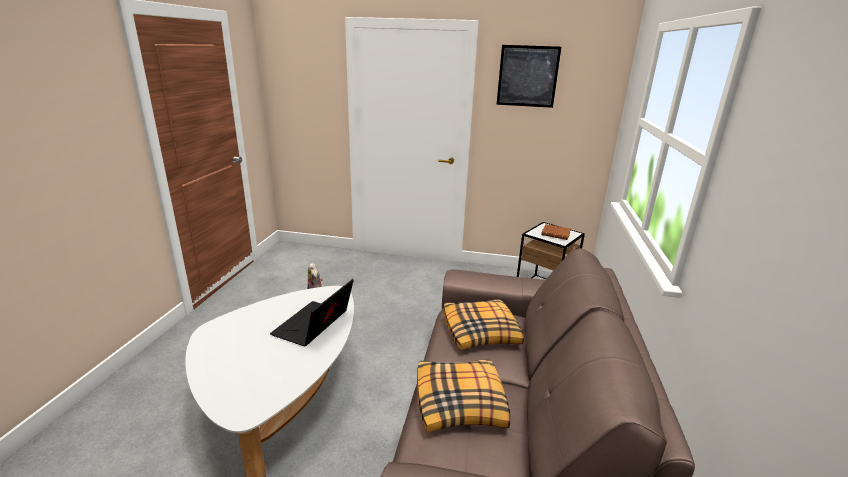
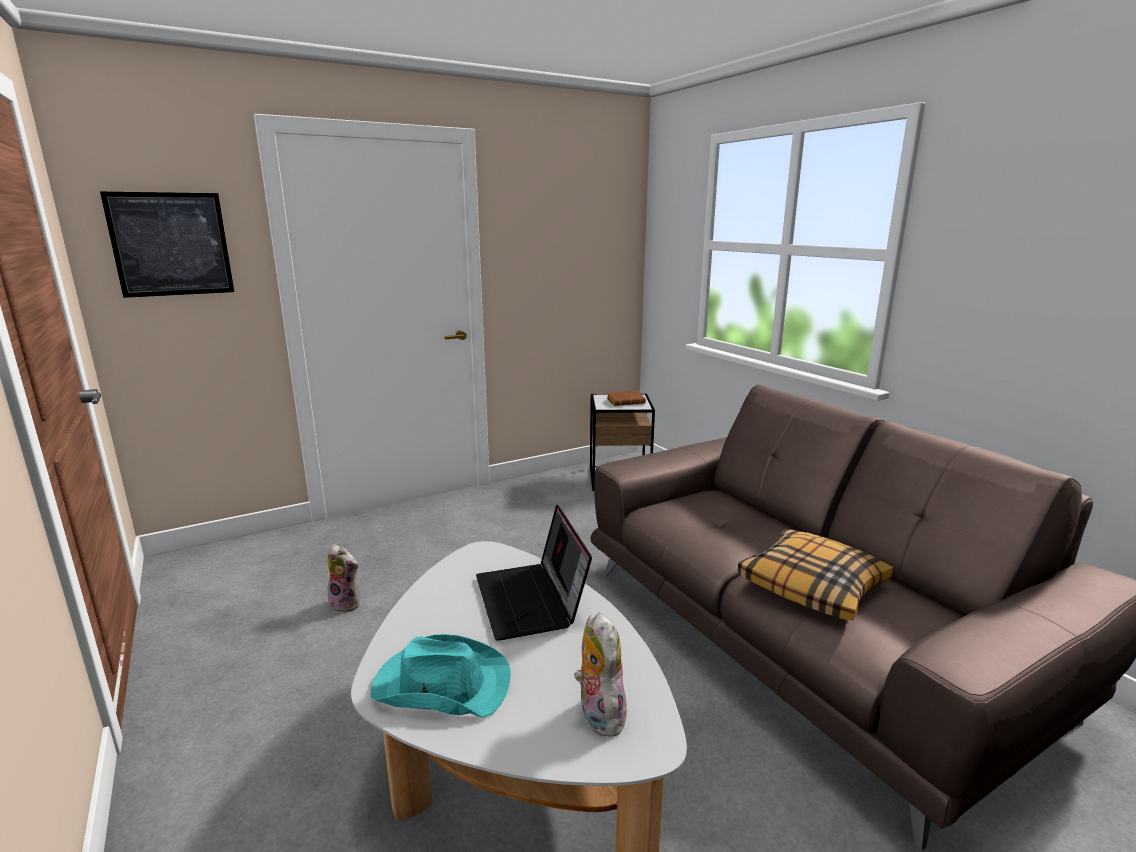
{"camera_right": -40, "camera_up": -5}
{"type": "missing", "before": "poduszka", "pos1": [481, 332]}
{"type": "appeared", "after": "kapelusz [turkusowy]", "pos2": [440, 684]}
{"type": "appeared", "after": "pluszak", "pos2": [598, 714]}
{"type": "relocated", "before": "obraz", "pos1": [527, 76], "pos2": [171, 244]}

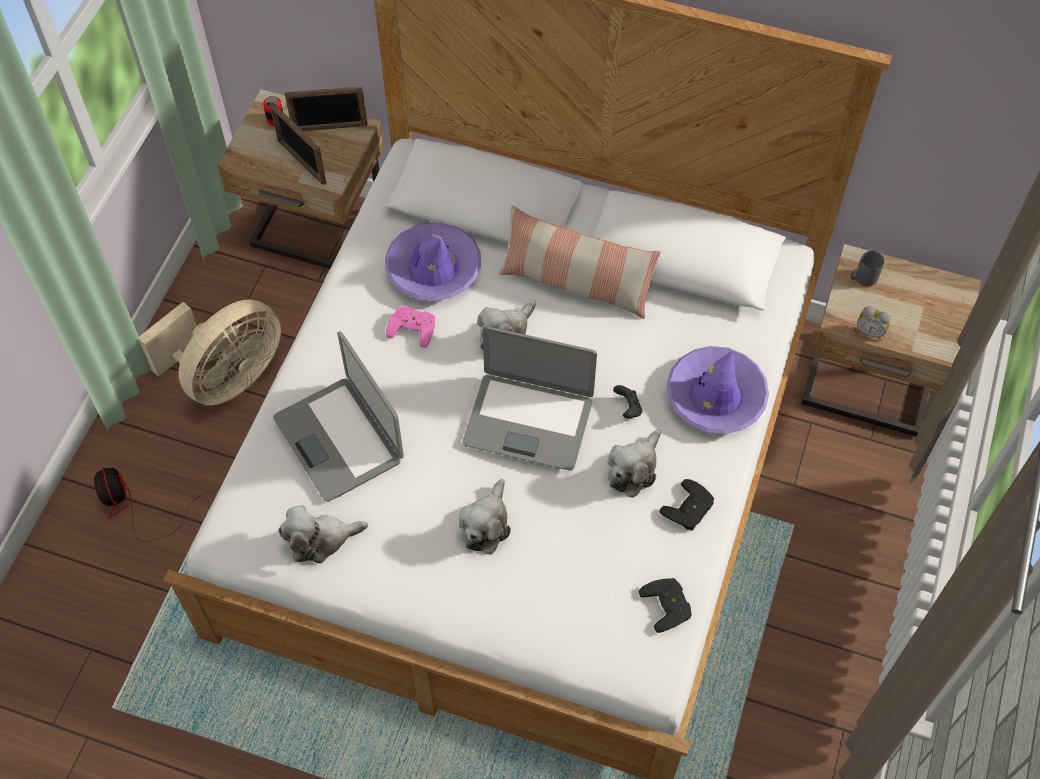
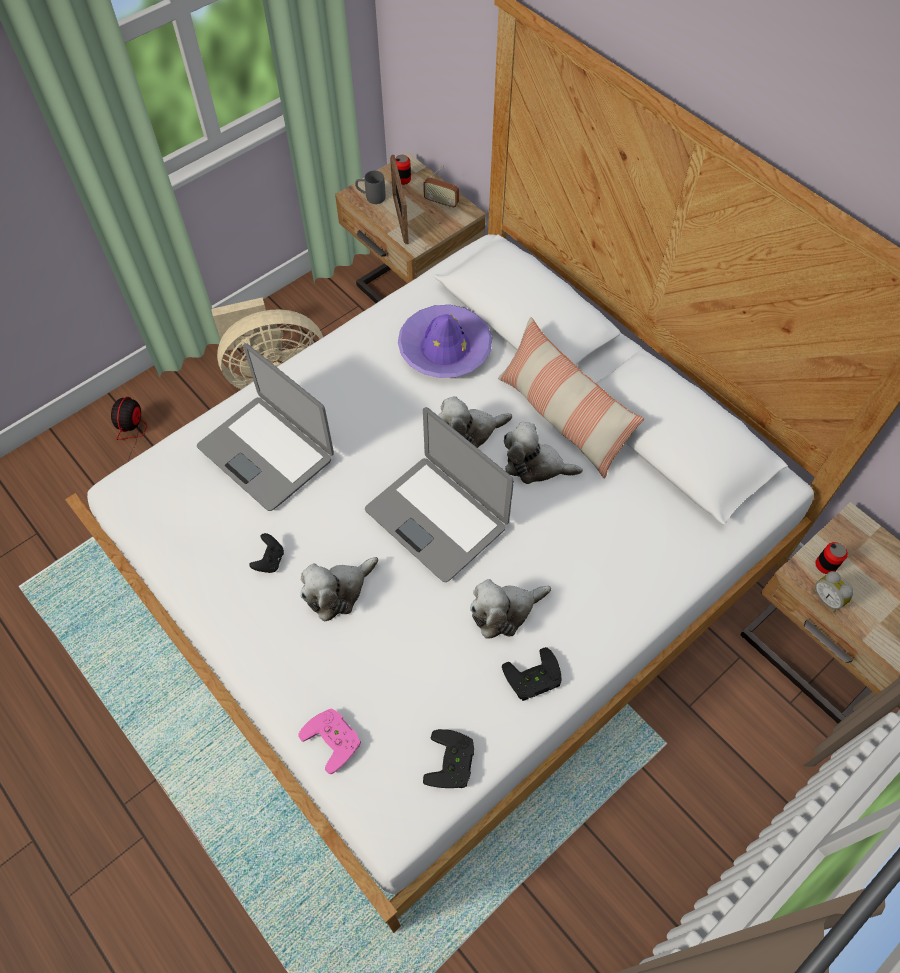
{"camera_right": 30, "camera_up": 0}
{"type": "missing", "before": "kapelusz [fioletowy]", "pos1": [716, 396]}
{"type": "appeared", "after": "puszka", "pos2": [825, 565]}
{"type": "relocated", "before": "pluszak", "pos1": [320, 539], "pos2": [535, 465]}
{"type": "relocated", "before": "pad do gier [różowy]", "pos1": [414, 326], "pos2": [335, 738]}
{"type": "relocated", "before": "pad do gier [czarny]", "pos1": [628, 408], "pos2": [270, 560]}
{"type": "relocated", "before": "kubek [szary]", "pos1": [861, 279], "pos2": [371, 197]}
{"type": "exchanged", "before": "ramka na zdjęcie", "after": "radio", "pos1": [330, 128], "pos2": [441, 202]}
{"type": "spun", "before": "laptop", "pos1": [340, 439], "pos2": [267, 452], "turn": -45}

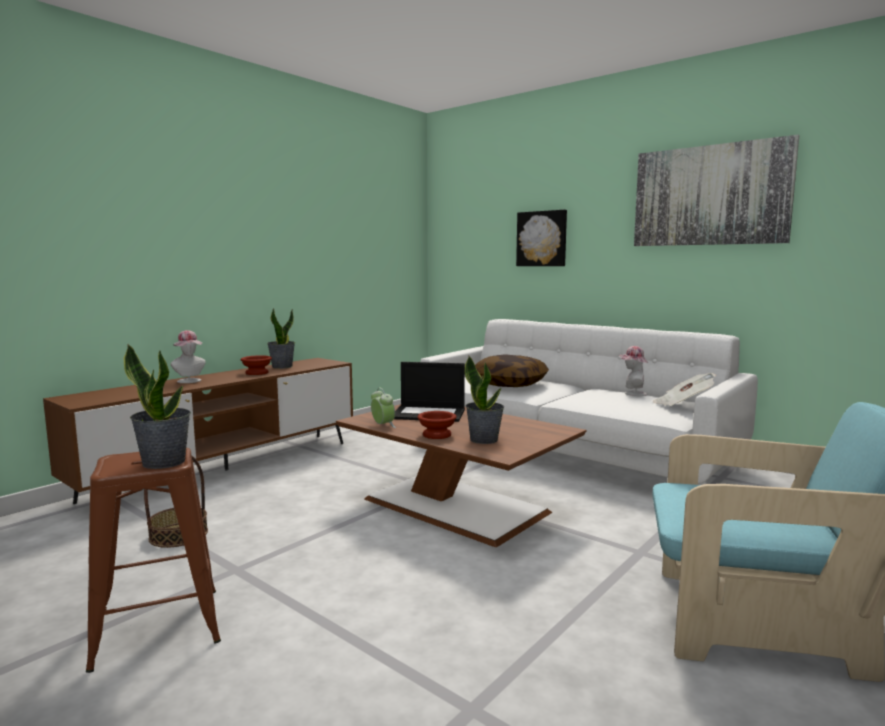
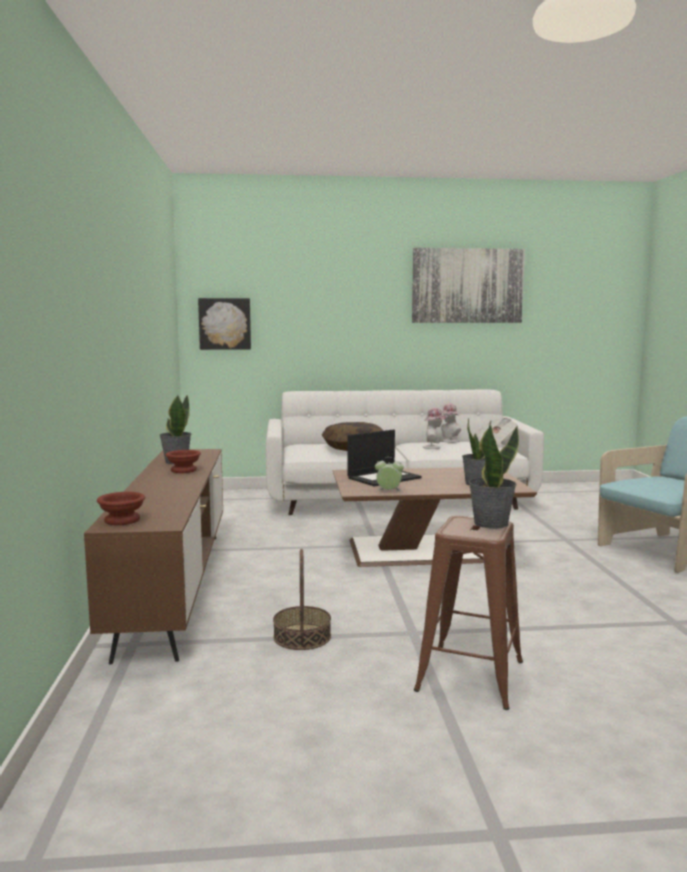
{"camera_right": -45, "camera_up": 0}
{"type": "relocated", "before": "kapelusz", "pos1": [190, 381], "pos2": [434, 447]}
{"type": "relocated", "before": "miska [brązowy]", "pos1": [437, 435], "pos2": [123, 520]}
{"type": "relocated", "before": "obraz", "pos1": [542, 239], "pos2": [225, 324]}

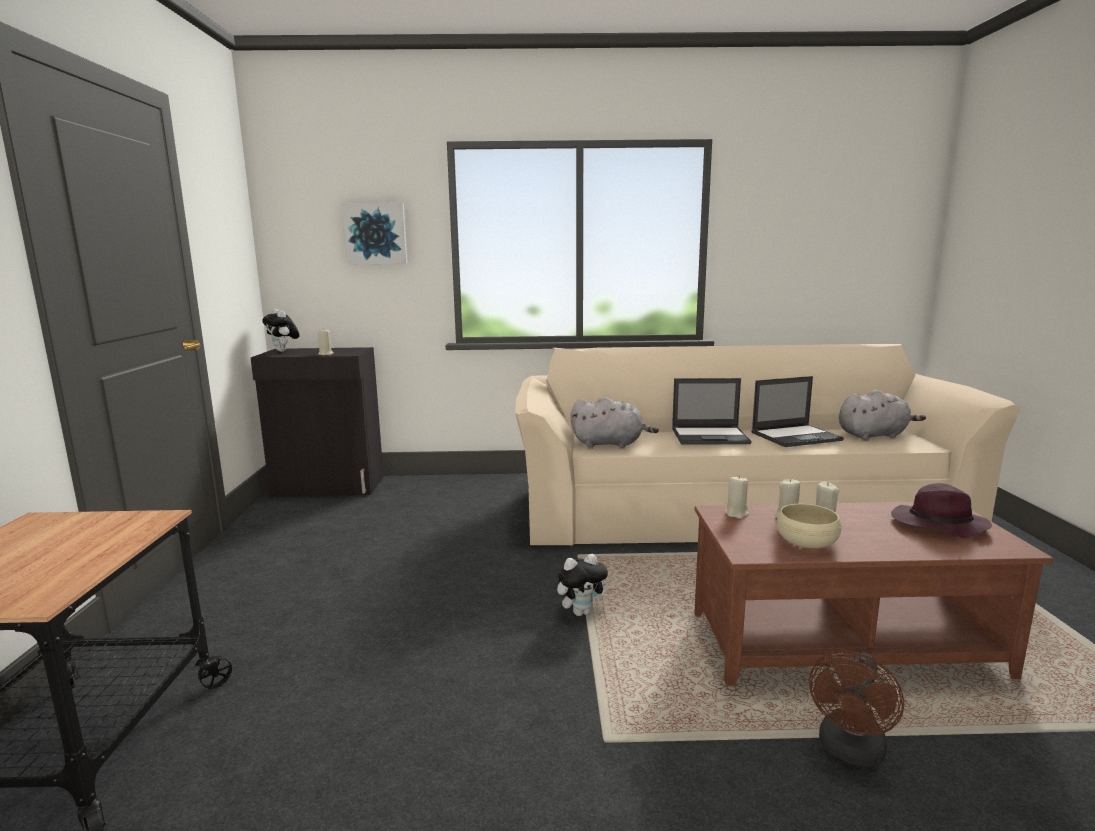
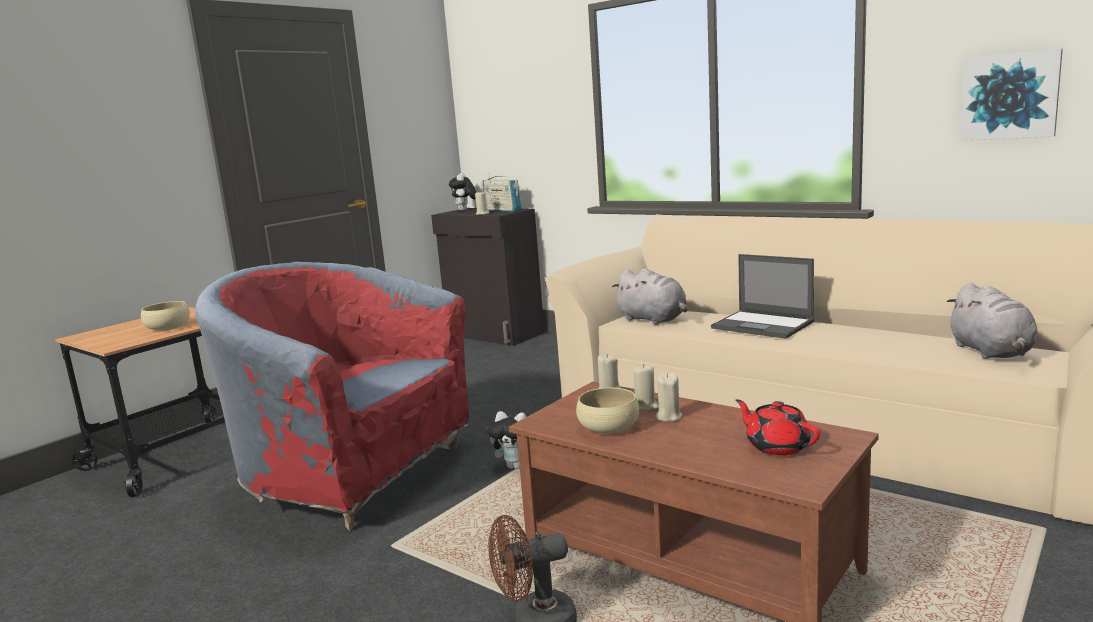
{"camera_right": 40, "camera_up": 0}
{"type": "missing", "before": "laptop", "pos1": [796, 436]}
{"type": "appeared", "after": "miska [beżowy]", "pos2": [167, 327]}
{"type": "appeared", "after": "fotel [czerwony]", "pos2": [353, 475]}
{"type": "appeared", "after": "radio", "pos2": [502, 210]}
{"type": "relocated", "before": "obraz", "pos1": [376, 234], "pos2": [1010, 96]}
{"type": "exchanged", "before": "kapelusz [fioletowy]", "after": "imbryk [czerwony]", "pos1": [937, 525], "pos2": [776, 446]}
{"type": "spun", "before": "pluszak [szary]", "pos1": [874, 435], "pos2": [992, 352], "turn": 60}

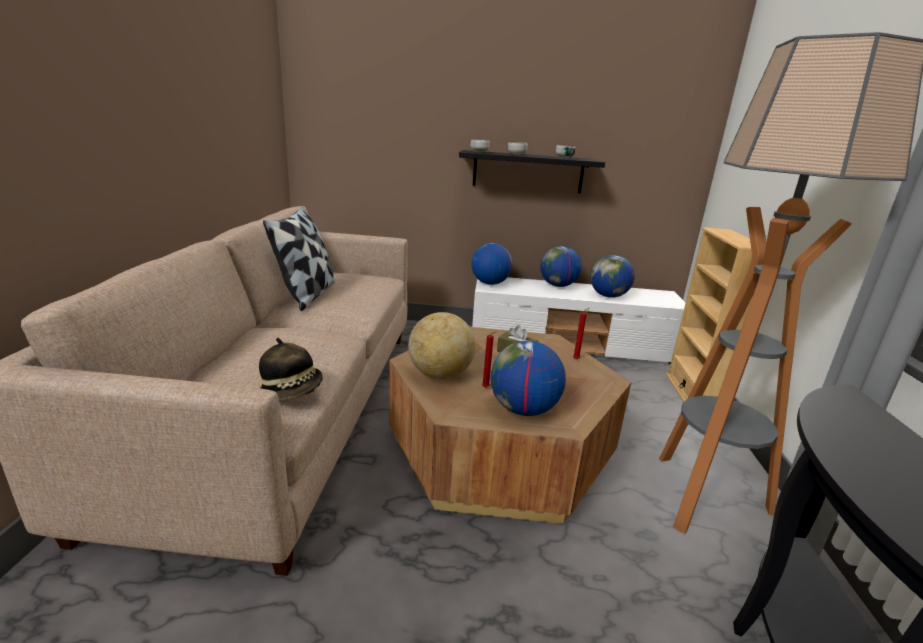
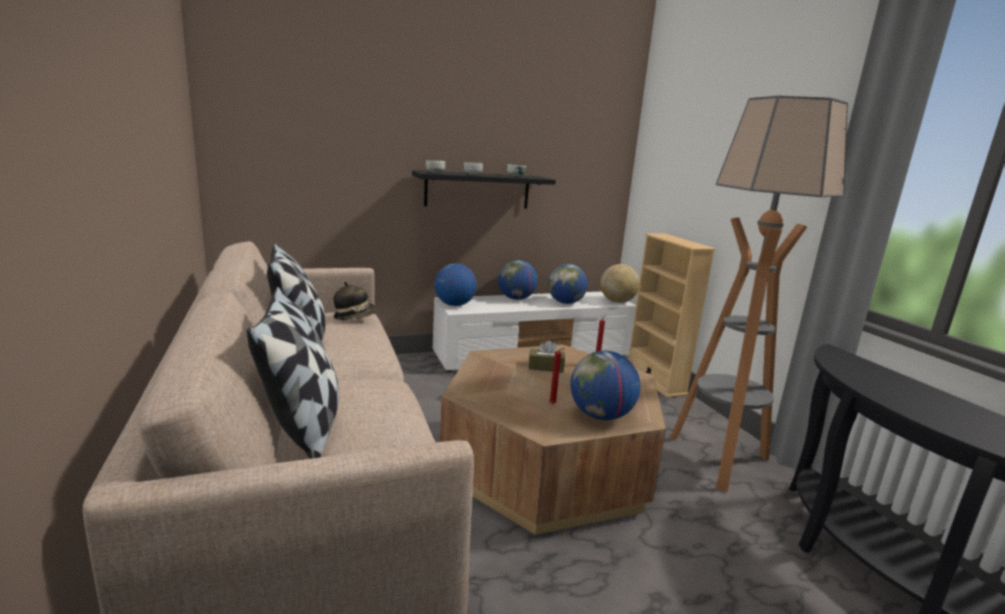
{"camera_right": -25, "camera_up": -5}
{"type": "appeared", "after": "poduszka", "pos2": [303, 428]}
{"type": "relocated", "before": "kapelusz", "pos1": [292, 390], "pos2": [355, 317]}
{"type": "relocated", "before": "globus", "pos1": [440, 375], "pos2": [617, 302]}

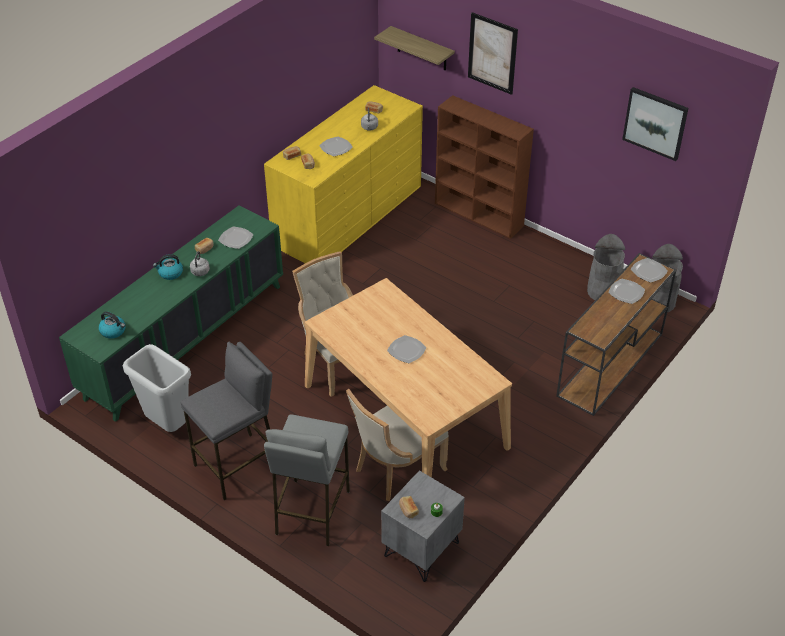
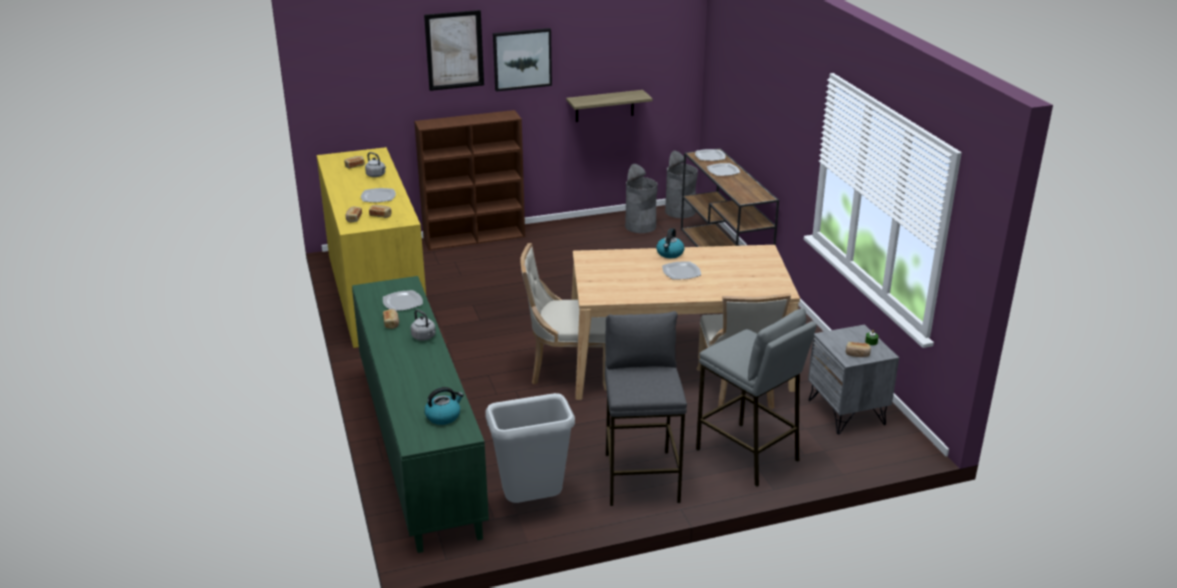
{"camera_right": -55, "camera_up": -15}
{"type": "relocated", "before": "czajnik", "pos1": [170, 273], "pos2": [670, 253]}
{"type": "relocated", "before": "półka", "pos1": [422, 49], "pos2": [604, 106]}
{"type": "relocated", "before": "obraz", "pos1": [655, 123], "pos2": [522, 59]}

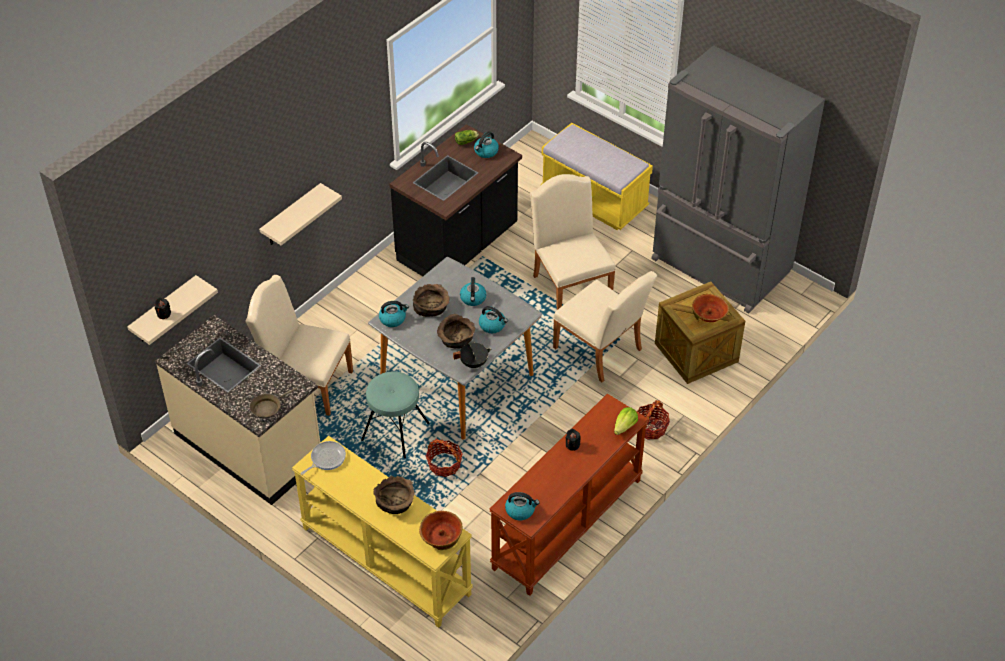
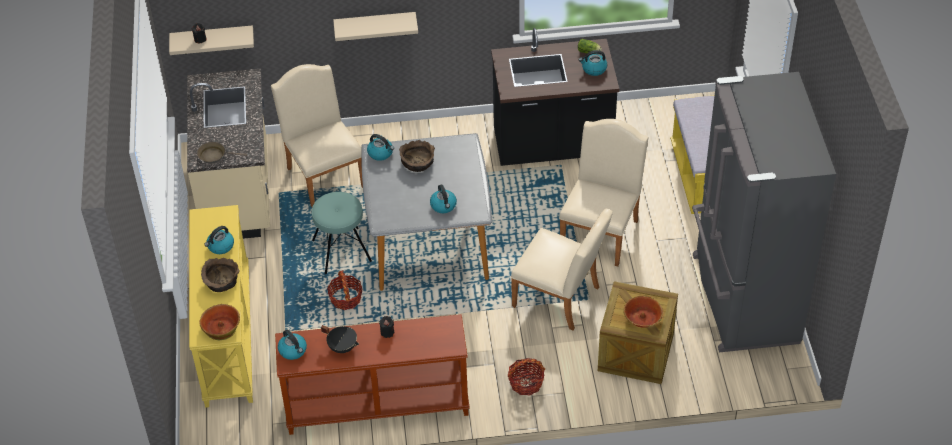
{"camera_right": 45, "camera_up": 0}
{"type": "missing", "before": "patelnia", "pos1": [326, 459]}
{"type": "missing", "before": "miska [brązowy]", "pos1": [456, 339]}
{"type": "missing", "before": "sałata", "pos1": [625, 427]}
{"type": "relocated", "before": "garnek [czarny]", "pos1": [473, 363], "pos2": [343, 347]}
{"type": "relocated", "before": "czajnik", "pos1": [473, 299], "pos2": [220, 246]}
{"type": "spun", "before": "krzesło [beżowy]", "pos1": [601, 352], "pos2": [561, 299], "turn": -60}

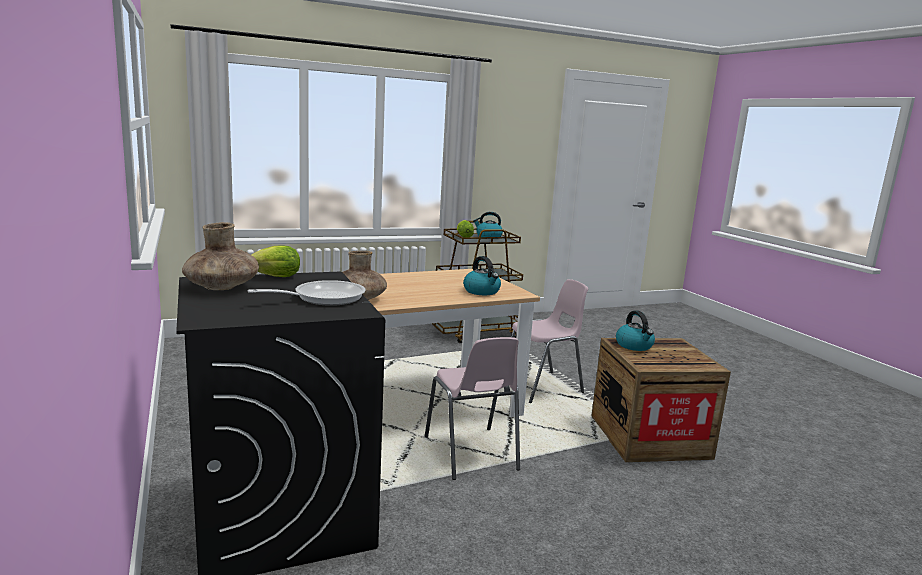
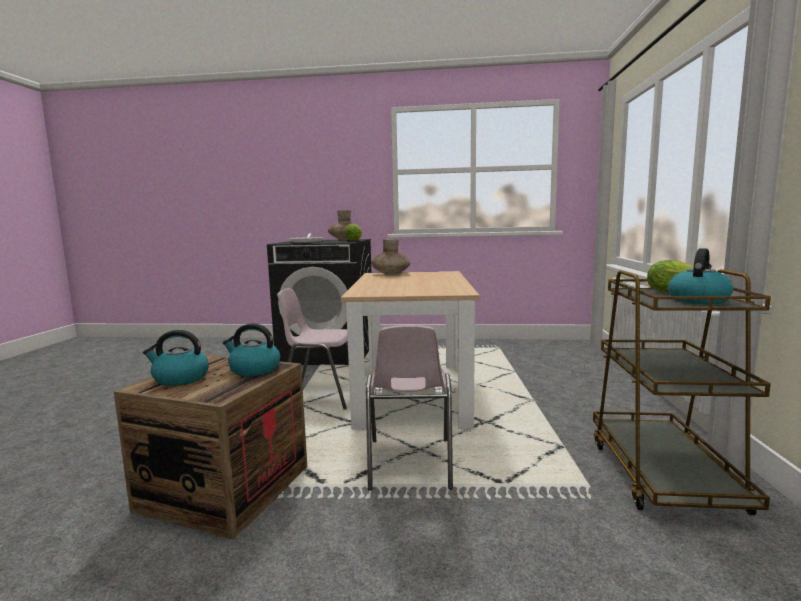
{"camera_right": 120, "camera_up": -5}
{"type": "relocated", "before": "czajnik", "pos1": [482, 291], "pos2": [180, 379]}

